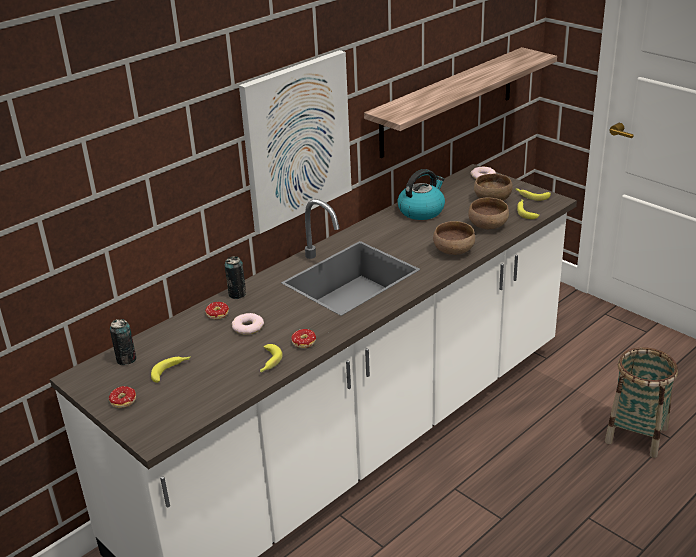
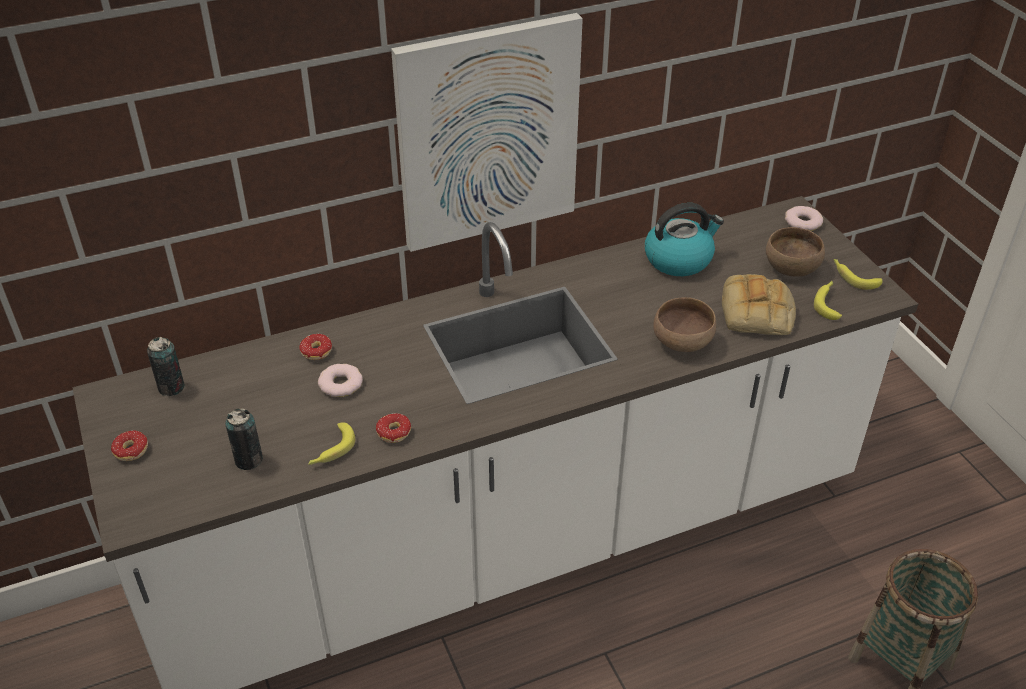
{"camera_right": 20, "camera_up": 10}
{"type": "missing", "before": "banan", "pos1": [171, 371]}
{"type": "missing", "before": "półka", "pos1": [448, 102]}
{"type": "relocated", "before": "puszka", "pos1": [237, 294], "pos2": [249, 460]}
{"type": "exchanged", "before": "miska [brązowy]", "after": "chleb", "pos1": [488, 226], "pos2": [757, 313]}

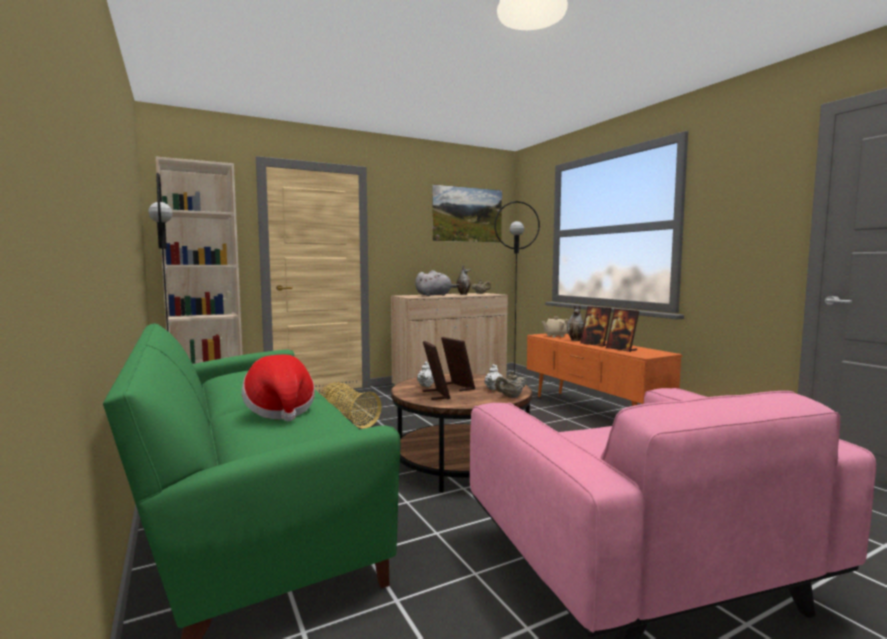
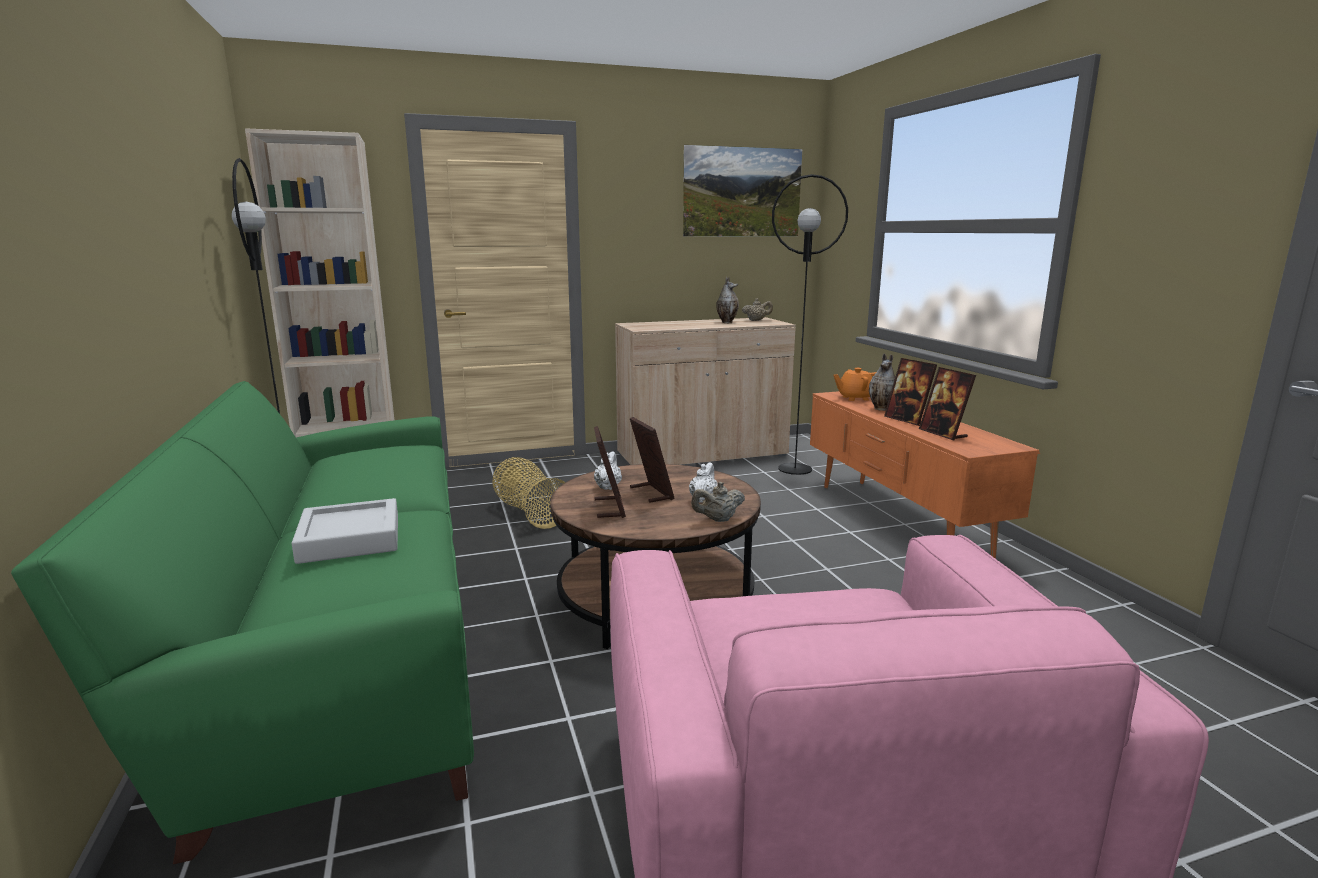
{"camera_right": 10, "camera_up": 10}
{"type": "missing", "before": "pluszak [szary]", "pos1": [435, 295]}
{"type": "exchanged", "before": "kapelusz", "after": "taca [szary]", "pos1": [280, 411], "pos2": [350, 539]}
{"type": "colour", "before": "imbryk [beżowy]", "after": "imbryk [pomarańczowy]", "pos1": [555, 336], "pos2": [855, 398]}

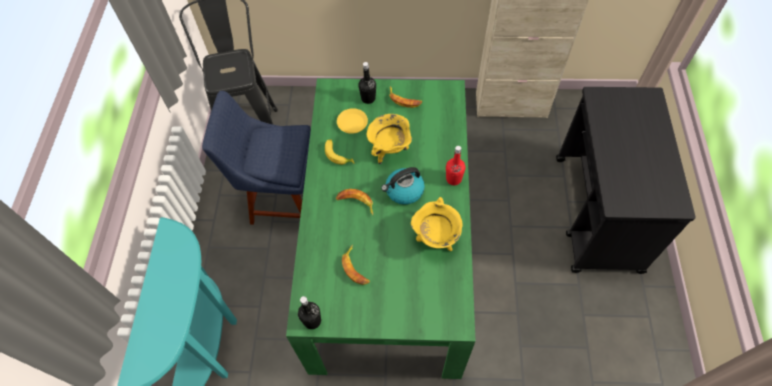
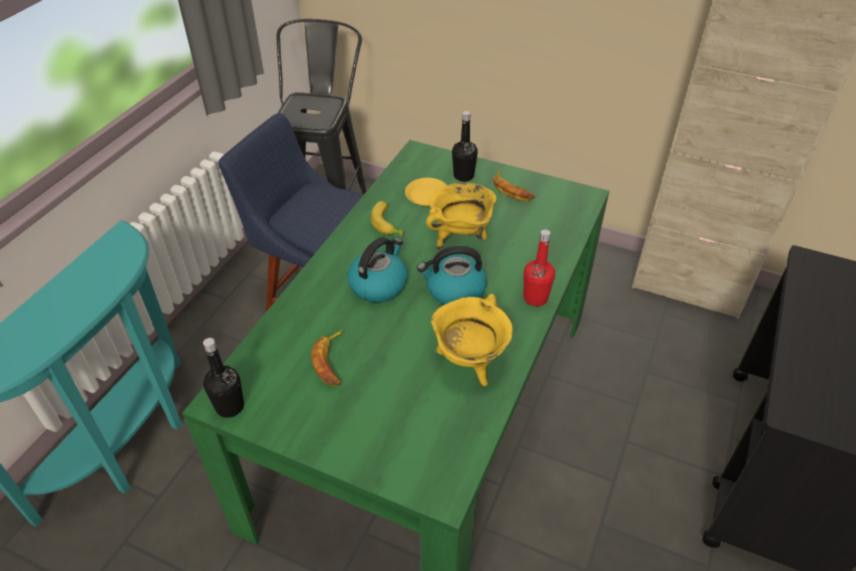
{"camera_right": 20, "camera_up": -15}
{"type": "exchanged", "before": "banan", "after": "czajnik", "pos1": [356, 203], "pos2": [378, 284]}

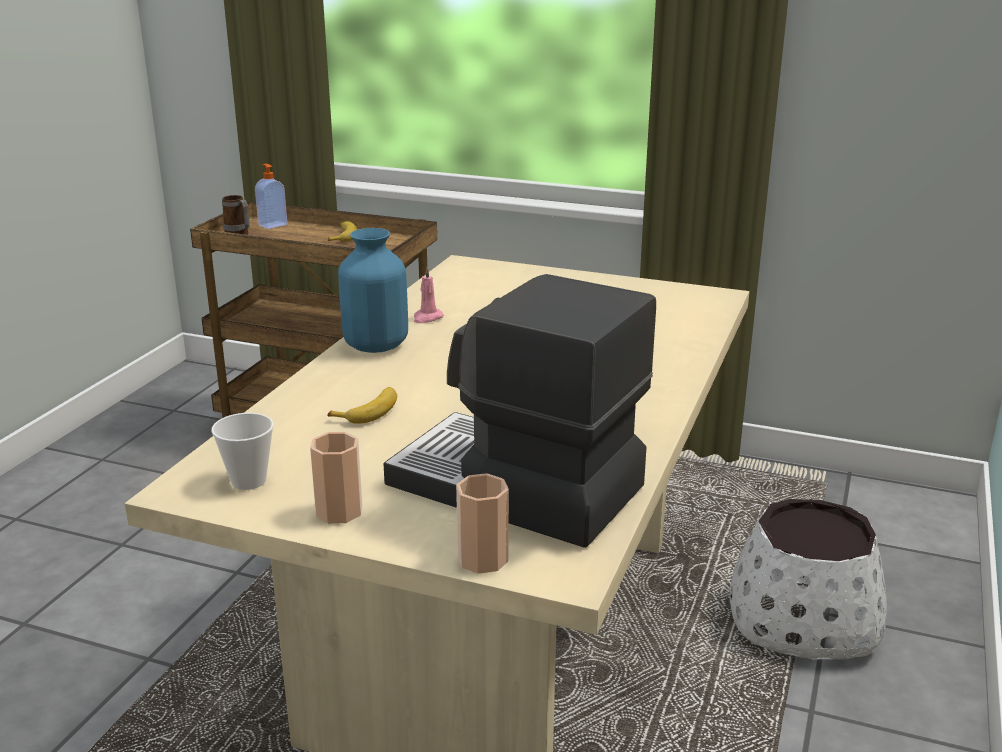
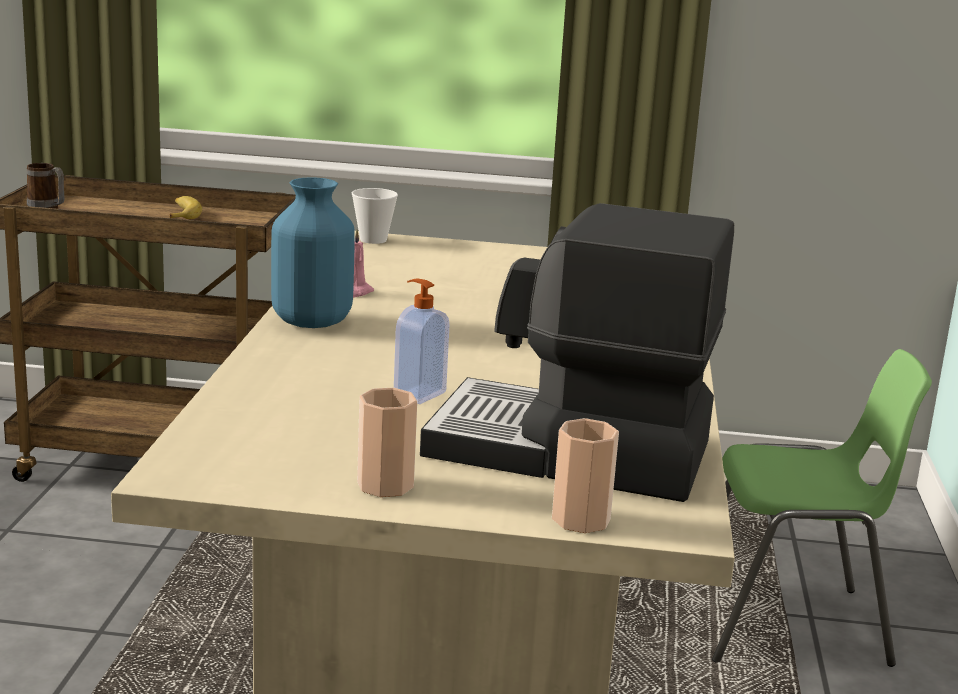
{"camera_right": -15, "camera_up": -5}
{"type": "missing", "before": "banan", "pos1": [369, 411]}
{"type": "relocated", "before": "filiżanka", "pos1": [248, 481], "pos2": [373, 240]}
{"type": "relocated", "before": "dozownik mydła", "pos1": [272, 225], "pos2": [418, 394]}
{"type": "exchanged", "before": "donica [biały]", "after": "krzesło [zielony]", "pos1": [803, 619], "pos2": [789, 625]}

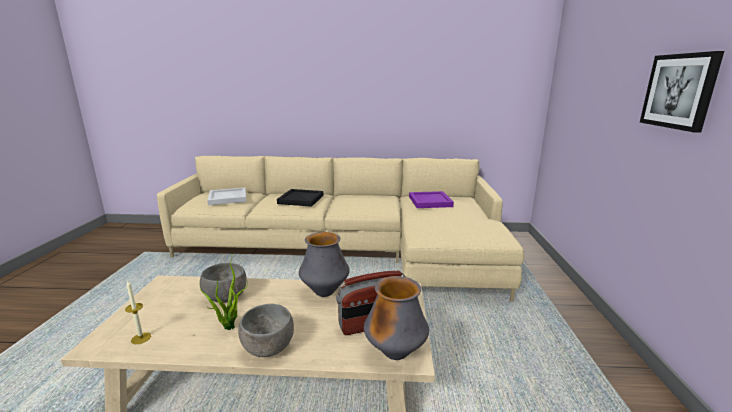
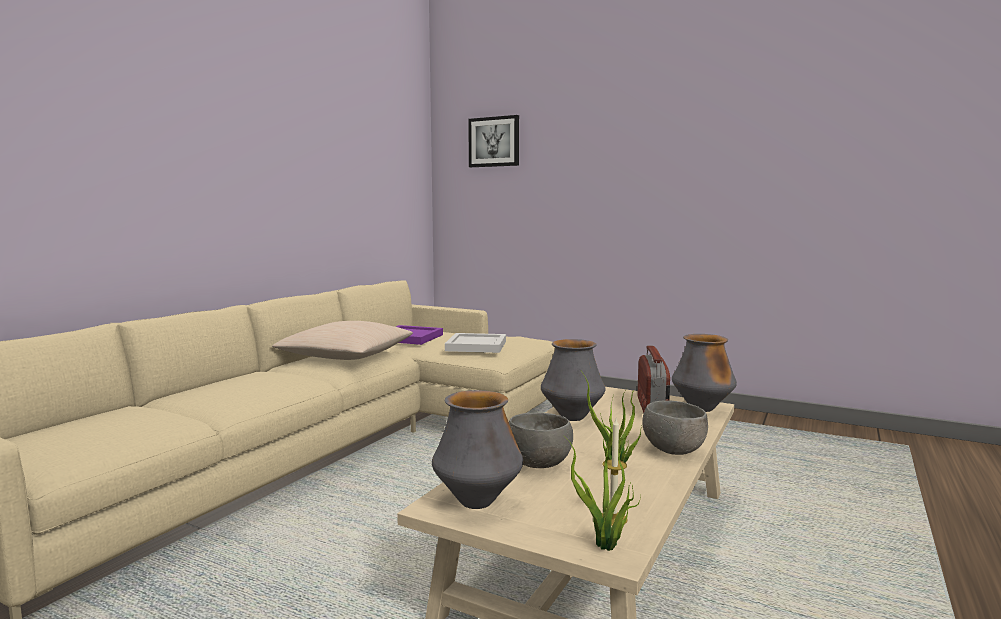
{"camera_right": -65, "camera_up": -10}
{"type": "missing", "before": "taca [czarny]", "pos1": [300, 199]}
{"type": "appeared", "after": "poduszka [beżowy]", "pos2": [346, 356]}
{"type": "appeared", "after": "wazon", "pos2": [477, 502]}
{"type": "appeared", "after": "roślina doniczkowa", "pos2": [606, 547]}
{"type": "relocated", "before": "taca [biały]", "pos1": [227, 198], "pos2": [477, 346]}
{"type": "relocated", "before": "obraz", "pos1": [679, 91], "pos2": [494, 142]}

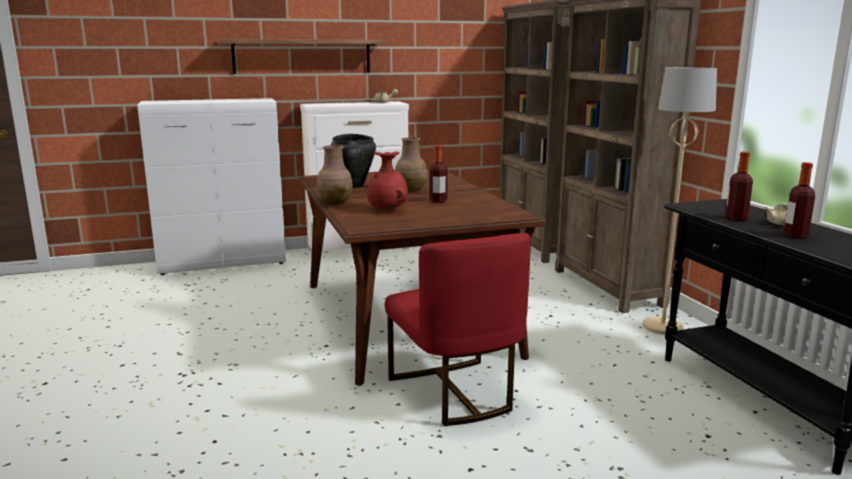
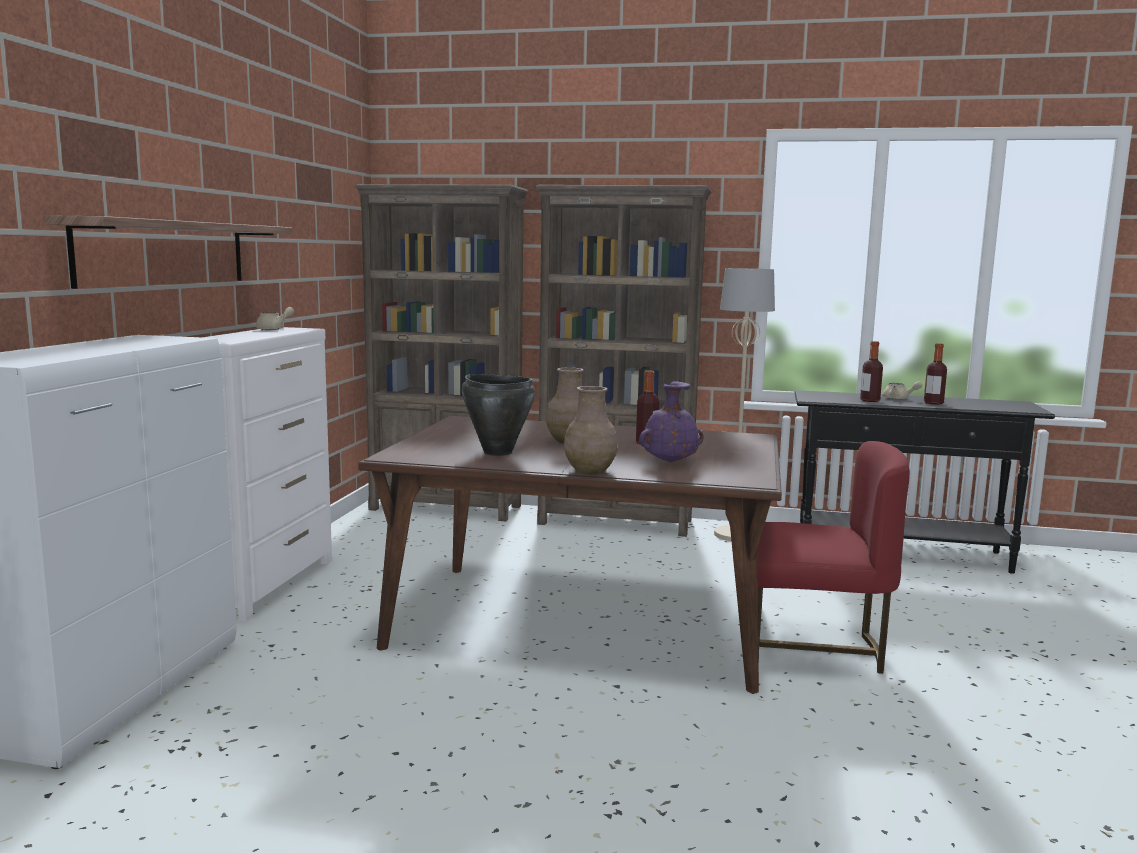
{"camera_right": -60, "camera_up": -5}
{"type": "colour", "before": "wazon [czerwony]", "after": "wazon [fioletowy]", "pos1": [388, 210], "pos2": [669, 462]}

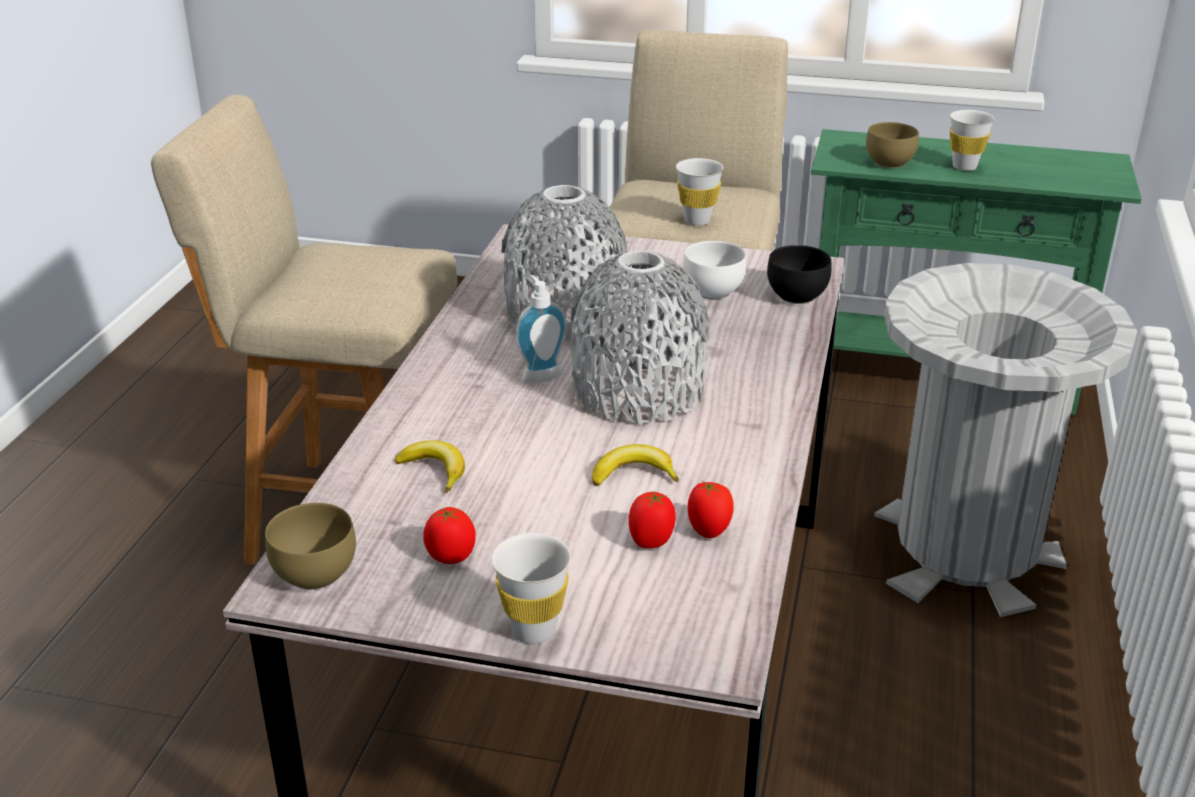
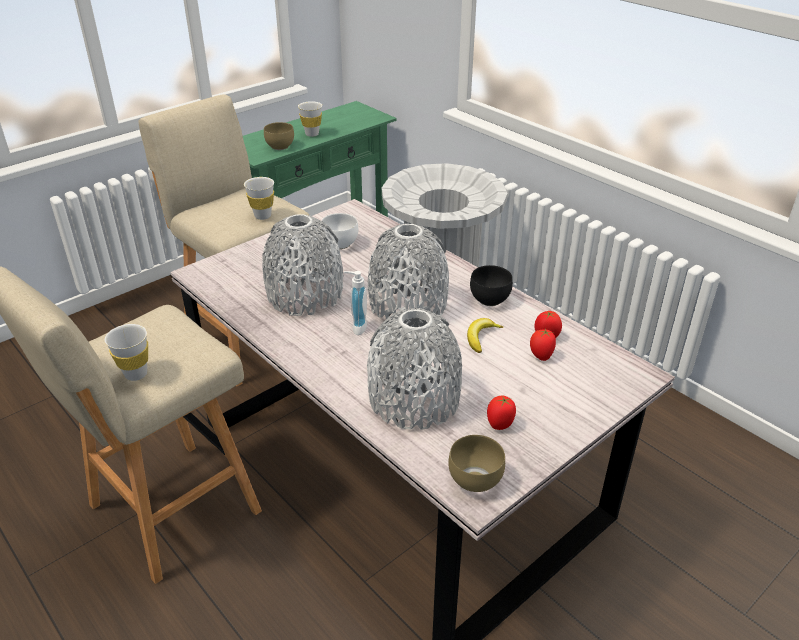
{"camera_right": -55, "camera_up": 5}
{"type": "relocated", "before": "filiżanka [biały]", "pos1": [533, 631], "pos2": [136, 374]}
{"type": "relocated", "before": "miska [czarny]", "pos1": [799, 296], "pos2": [490, 299]}
{"type": "exchanged", "before": "banan", "after": "wazon [szary]", "pos1": [435, 471], "pos2": [414, 399]}

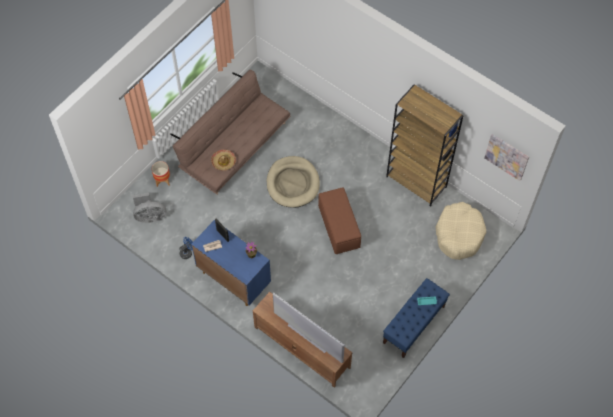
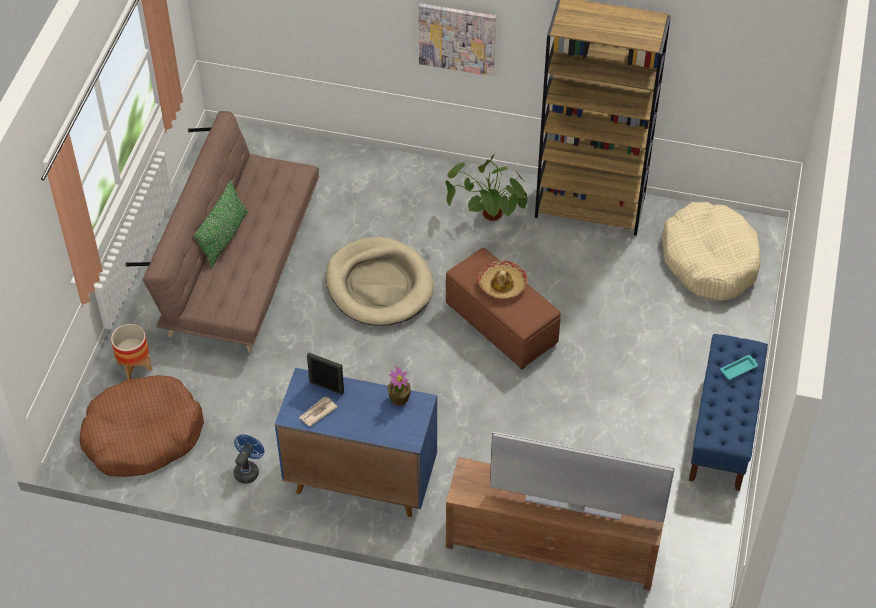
{"camera_right": -25, "camera_up": -10}
{"type": "appeared", "after": "poduszka [zielony]", "pos2": [224, 238]}
{"type": "appeared", "after": "roślina doniczkowa", "pos2": [487, 221]}
{"type": "relocated", "before": "kapelusz", "pos1": [223, 162], "pos2": [502, 284]}
{"type": "relocated", "before": "obraz", "pos1": [507, 156], "pos2": [457, 38]}
{"type": "exchanged", "before": "wentylator [szary]", "after": "legowisko [brązowy]", "pos1": [150, 216], "pos2": [142, 435]}

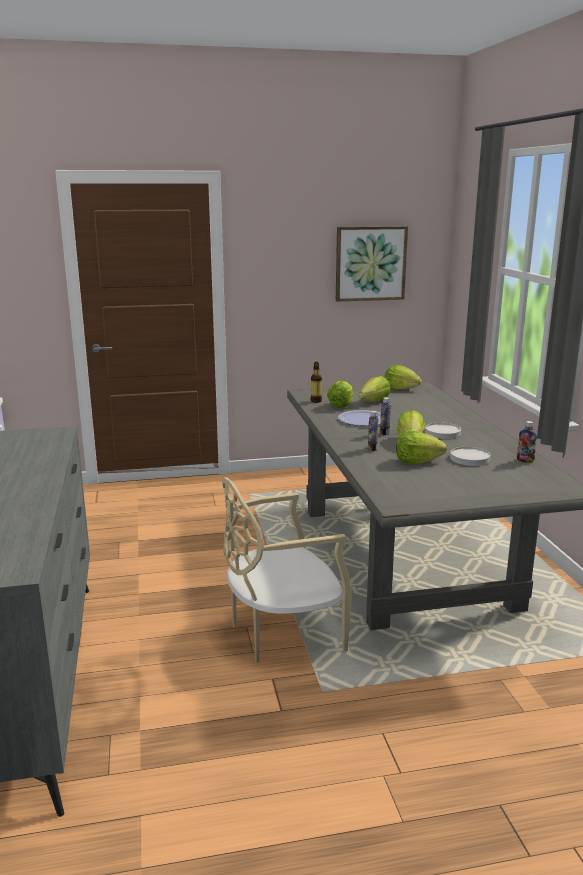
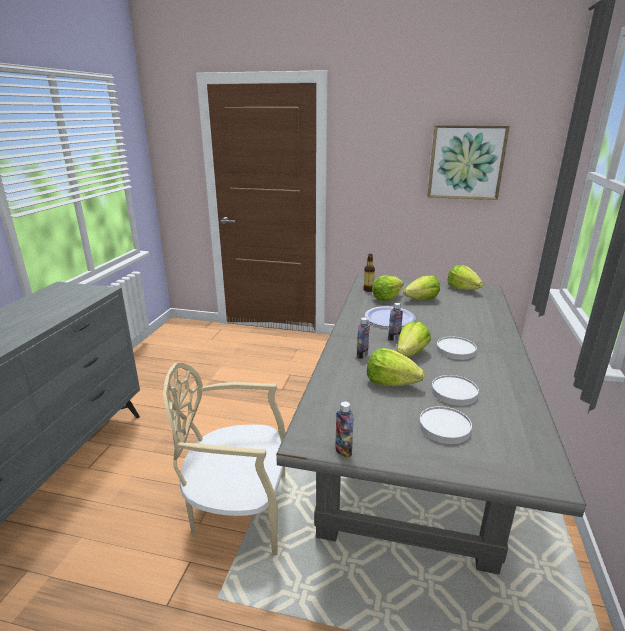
{"camera_right": 25, "camera_up": 5}
{"type": "appeared", "after": "talerz [biały]", "pos2": [444, 427]}
{"type": "relocated", "before": "butelka", "pos1": [525, 460], "pos2": [343, 451]}

